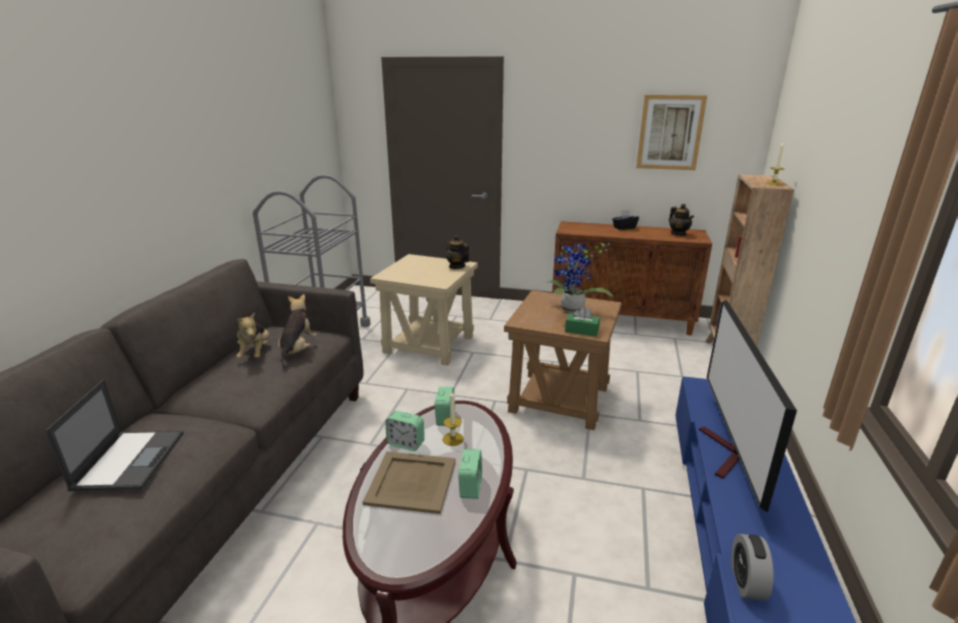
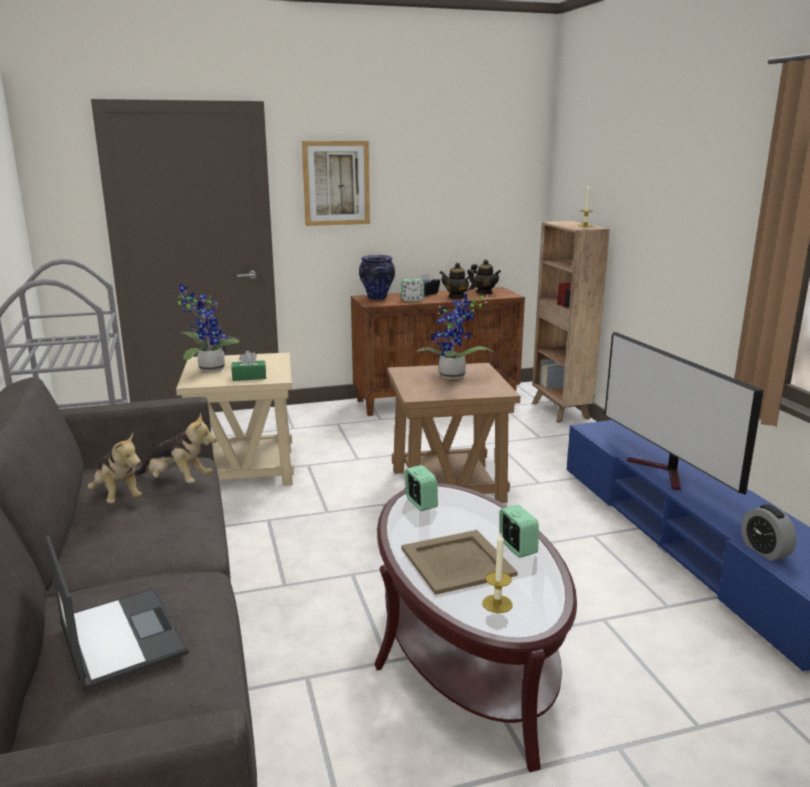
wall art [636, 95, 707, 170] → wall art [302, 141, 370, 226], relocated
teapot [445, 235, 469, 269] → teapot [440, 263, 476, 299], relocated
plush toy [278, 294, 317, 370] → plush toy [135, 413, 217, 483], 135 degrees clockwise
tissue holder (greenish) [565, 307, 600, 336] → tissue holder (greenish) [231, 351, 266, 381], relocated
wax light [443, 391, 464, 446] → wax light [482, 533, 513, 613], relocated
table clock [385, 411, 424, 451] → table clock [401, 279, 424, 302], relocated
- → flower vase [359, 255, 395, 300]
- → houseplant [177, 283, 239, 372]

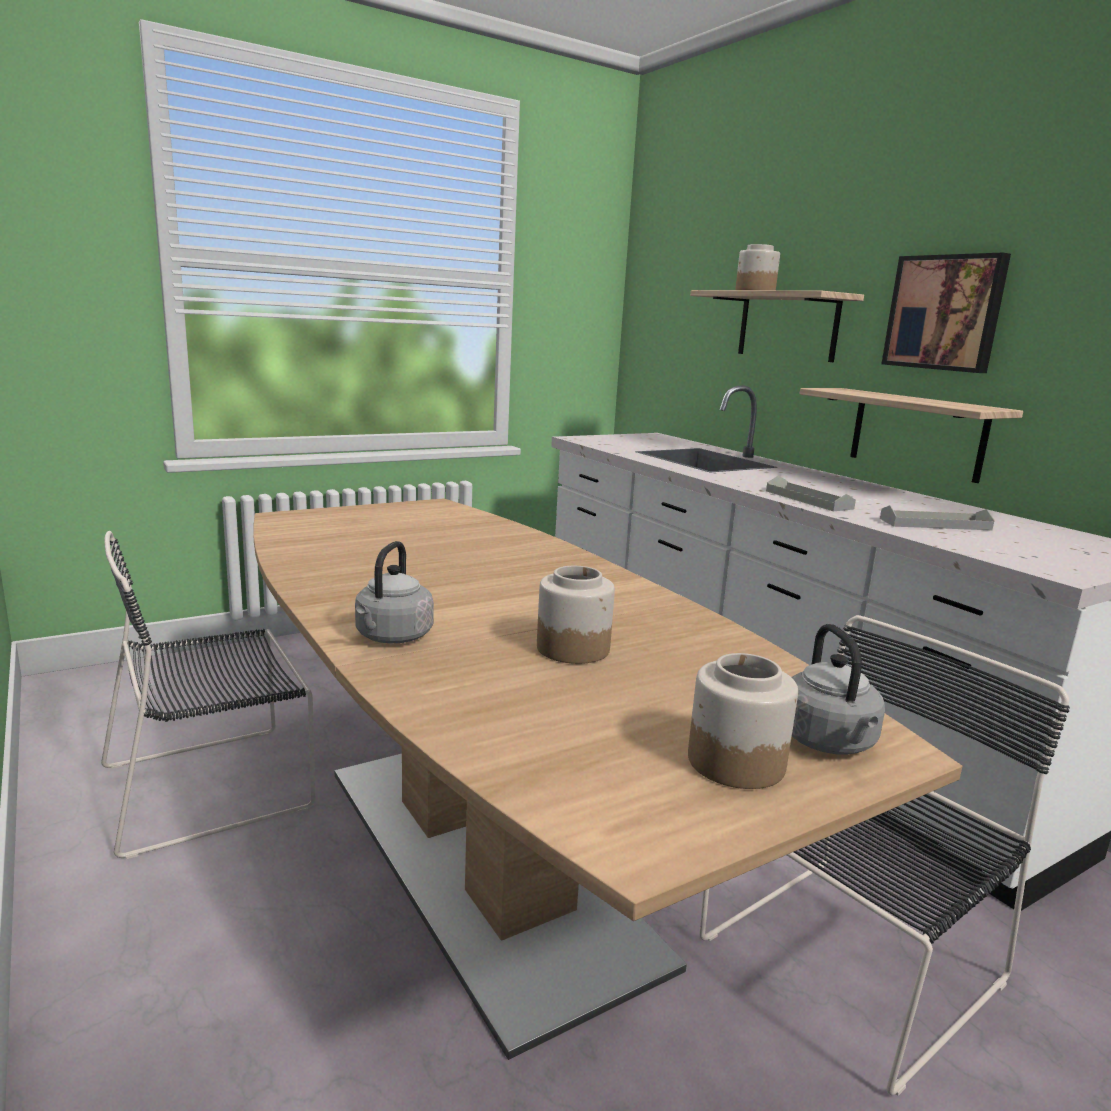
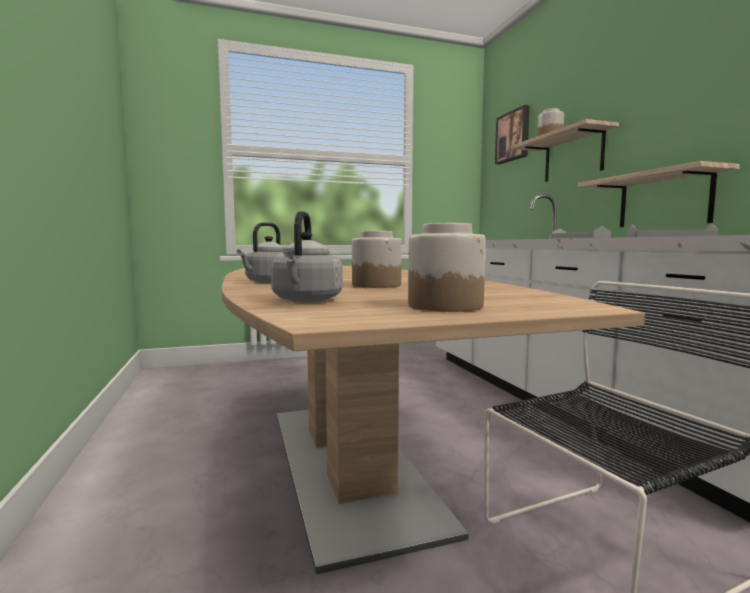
wall art [882, 253, 1011, 373] → wall art [495, 105, 530, 164], relocated
chair (black-coloured) [101, 531, 315, 859] → -
tea kettle (grey) [791, 624, 885, 755] → tea kettle (grey) [271, 211, 343, 302], relocated

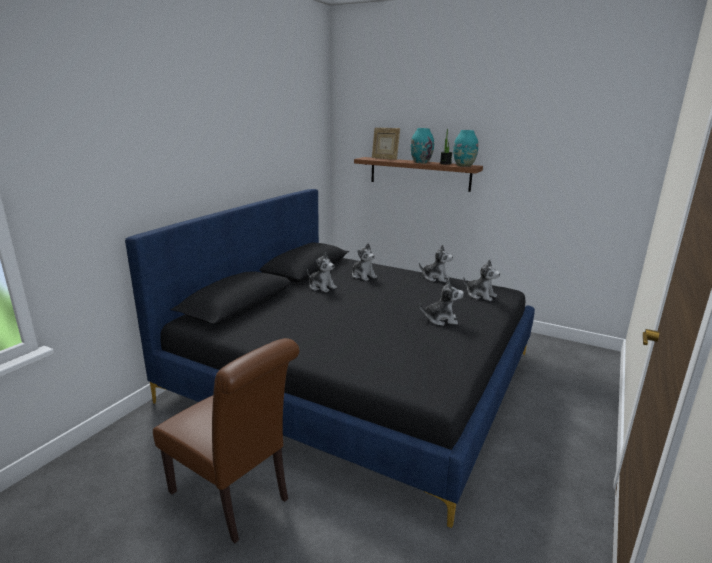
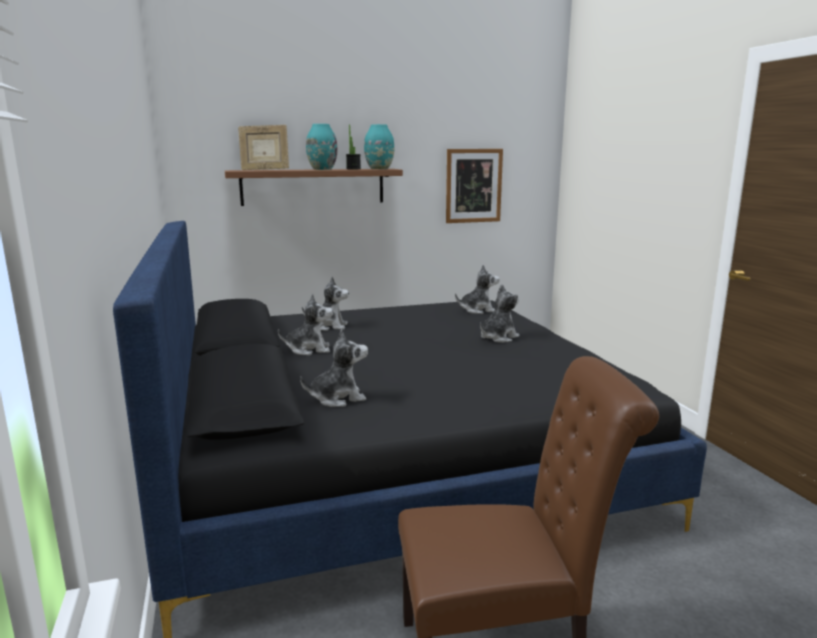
plush toy [419, 245, 453, 282] → plush toy [300, 329, 368, 407], relocated
- → wall art [446, 149, 503, 223]

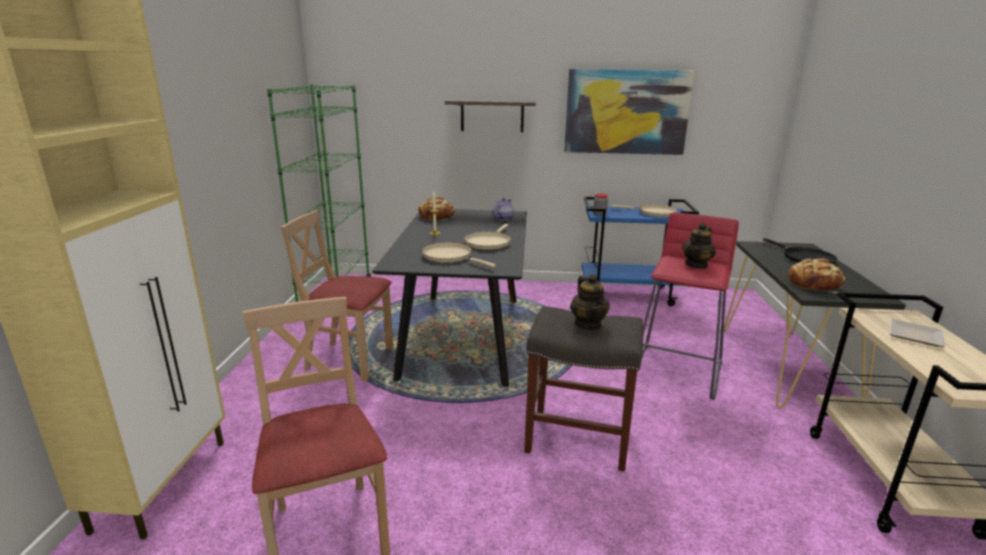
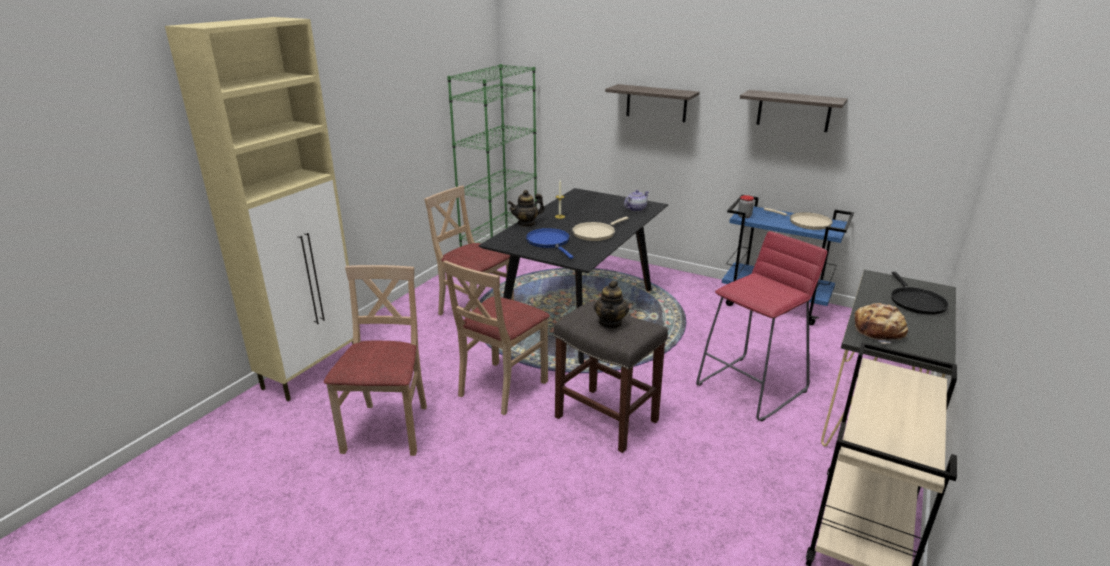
wall art [564, 69, 695, 155] → wall shelf [740, 90, 848, 132]
bakery bread [418, 197, 455, 221] → -
teapot [682, 223, 716, 269] → teapot [508, 190, 545, 227], relocated
frying pan (sand-coloured) [422, 242, 496, 268] → frying pan (bluish) [526, 228, 574, 259]
dinner plate [889, 319, 945, 347] → -
- → chair (sand-coloured) [443, 260, 550, 415]

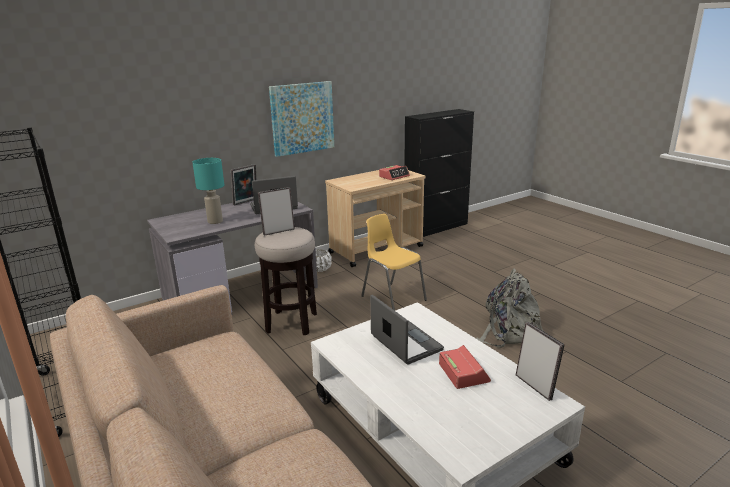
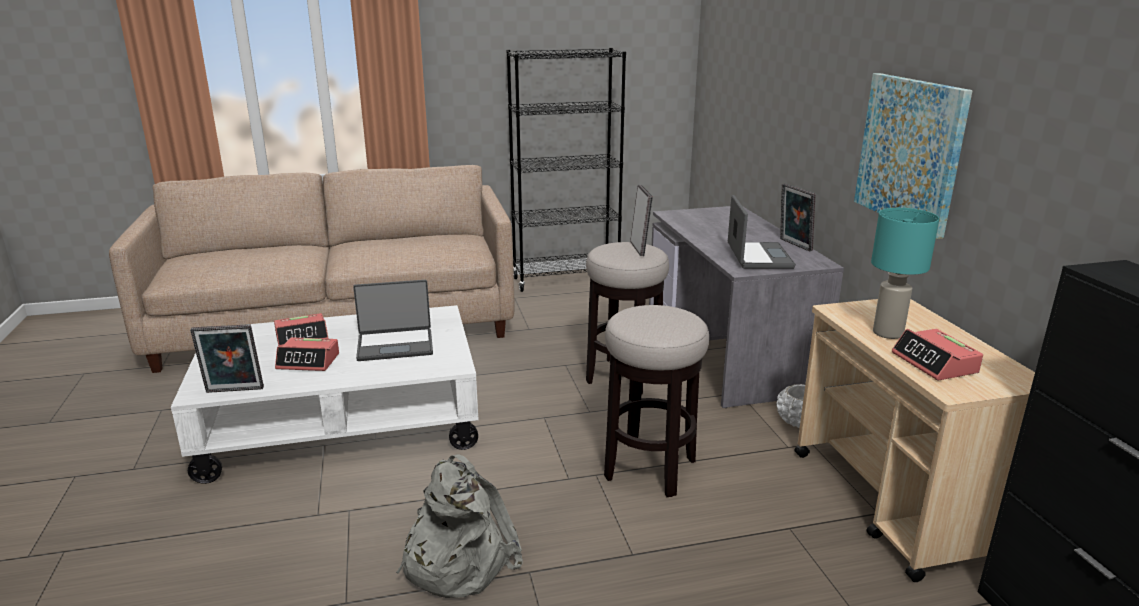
tabletop lamp (turquoise-coloured) [192, 158, 224, 224] → tabletop lamp (turquoise-coloured) [871, 208, 939, 339], relocated
chair (yellowish) [361, 214, 427, 311] → sitting stool [604, 305, 709, 497]
- → table clock [274, 313, 329, 346]

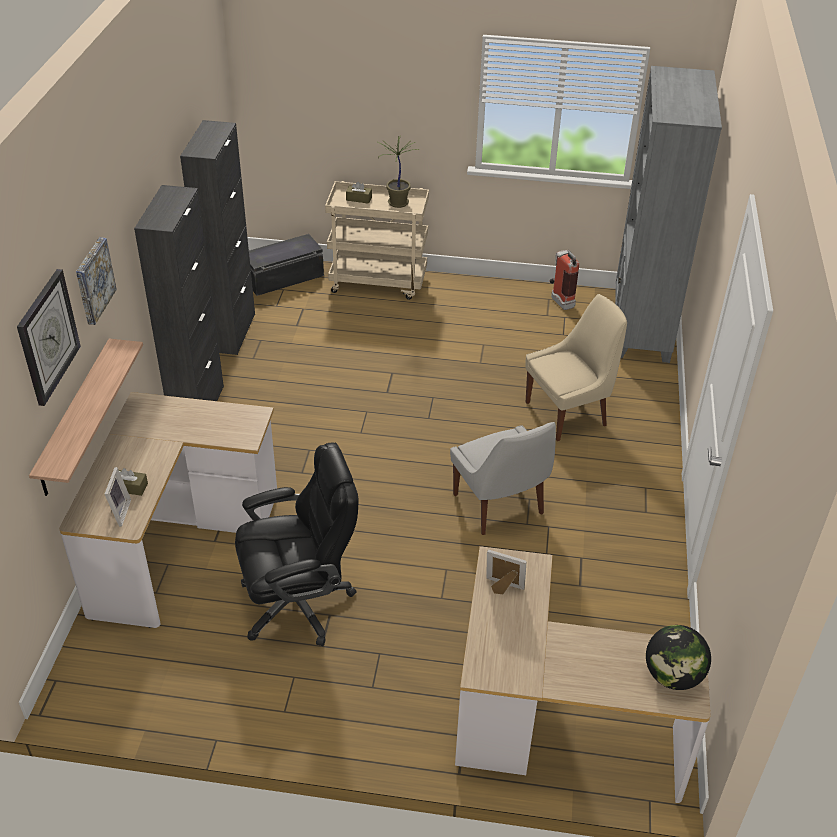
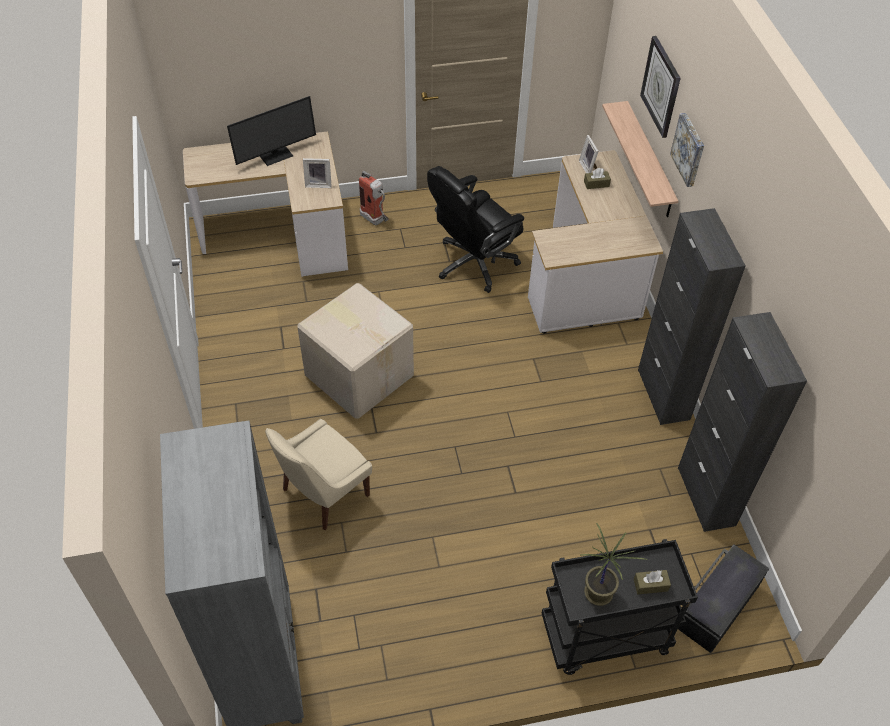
cart (sand-coloured) [325, 181, 429, 300] → cart (black-coloured) [542, 539, 698, 675]
extinguisher [550, 249, 579, 310] → extinguisher [359, 171, 389, 225], relocated
chair (white-coloured) [450, 422, 556, 535] → packing box [297, 283, 414, 419]
globe [646, 625, 711, 690] → -
- → monitor [227, 96, 316, 166]

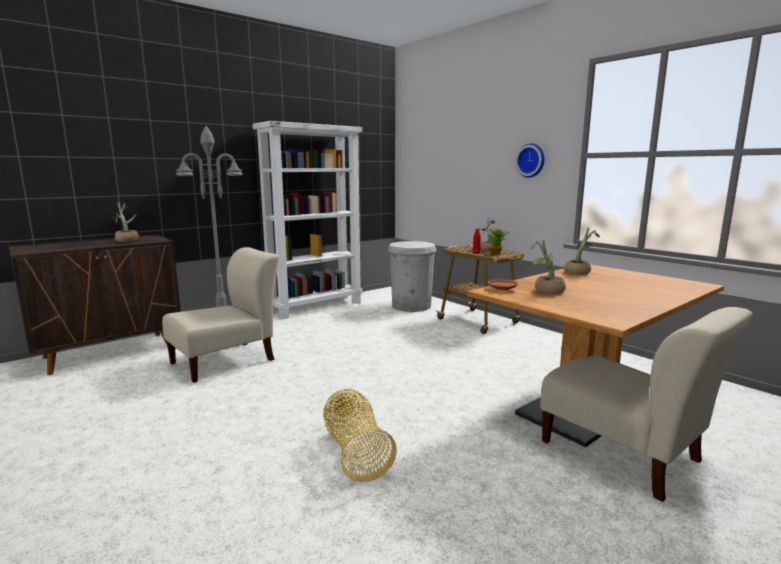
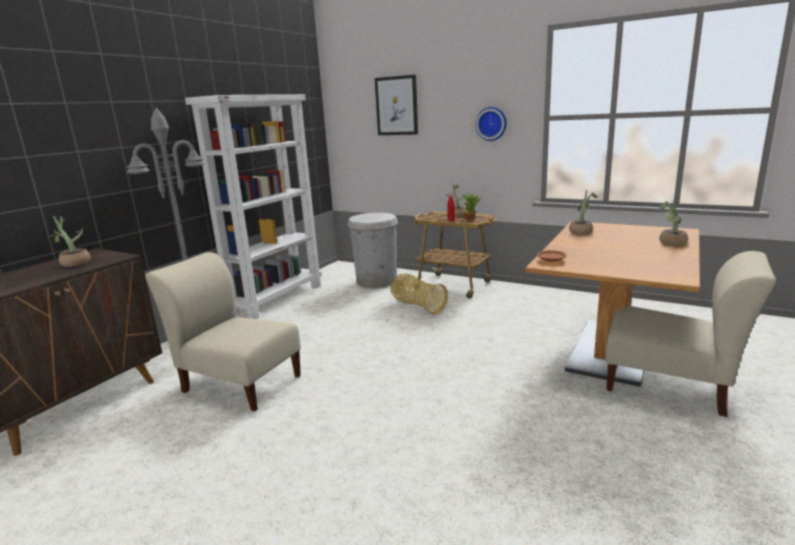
houseplant [530, 240, 566, 294] → houseplant [659, 200, 688, 246], relocated
chair (sand-coloured) [162, 247, 279, 383] → chair (sand-coloured) [145, 252, 301, 411], 90 degrees counterclockwise
storage basket [323, 389, 397, 482] → storage basket [391, 274, 448, 315], relocated
- → wall art [375, 75, 418, 135]

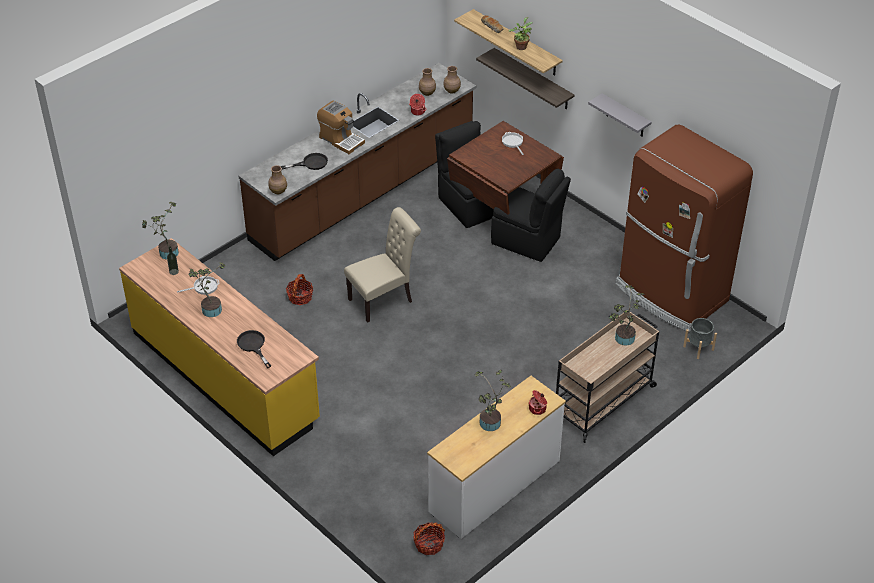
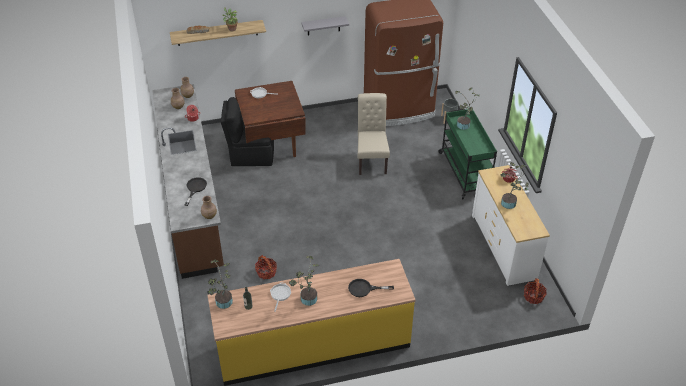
wall shelf [476, 48, 575, 109] → -
coffee maker [317, 101, 365, 154] → -
chair (black-coloured) [491, 169, 571, 262] → -
chair (sand-coloured) [344, 207, 421, 323] → chair (sand-coloured) [358, 93, 390, 175], relocated
cart (sand-coloured) [556, 312, 659, 443] → cart (greenish) [438, 109, 497, 199]

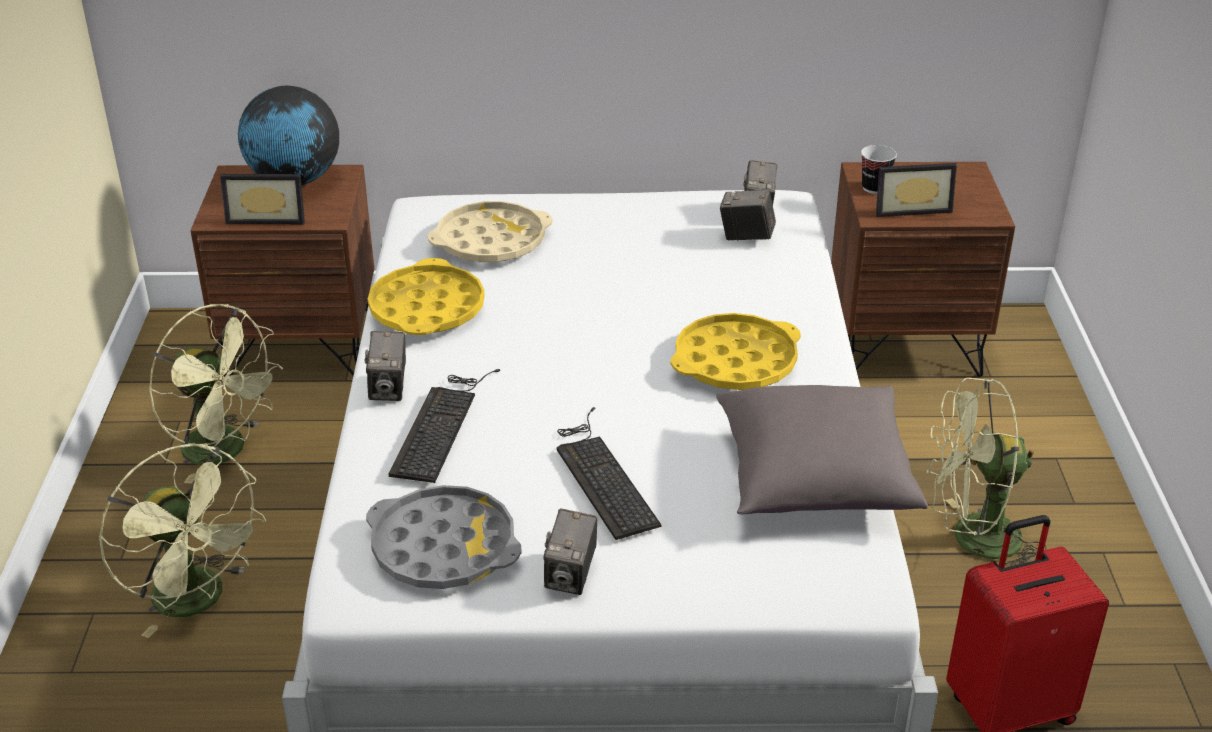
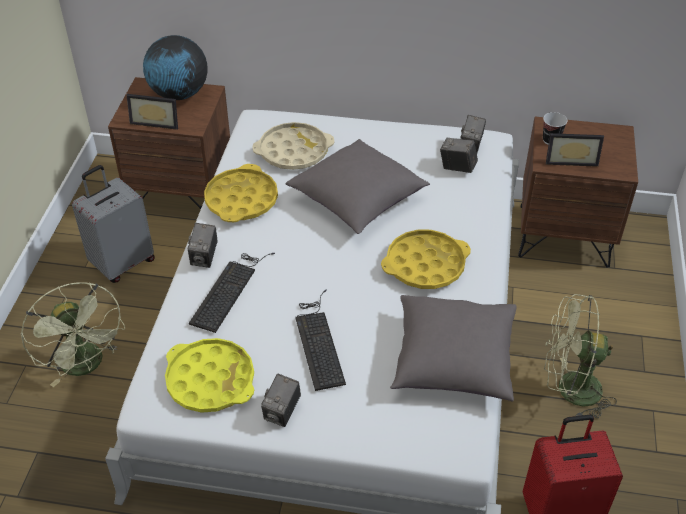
electric fan (greenish) [149, 304, 283, 484] → suitcase (grey) [72, 165, 155, 283]
tray (grey) [366, 485, 522, 589] → tray (yellowish) [165, 338, 254, 413]
- → throw pillow (grey) [285, 139, 430, 234]

